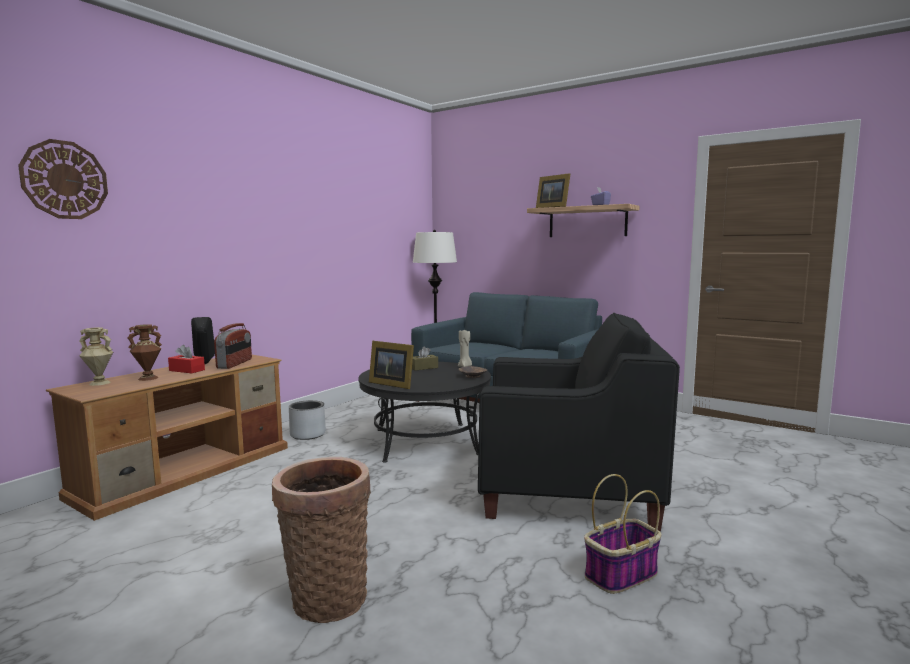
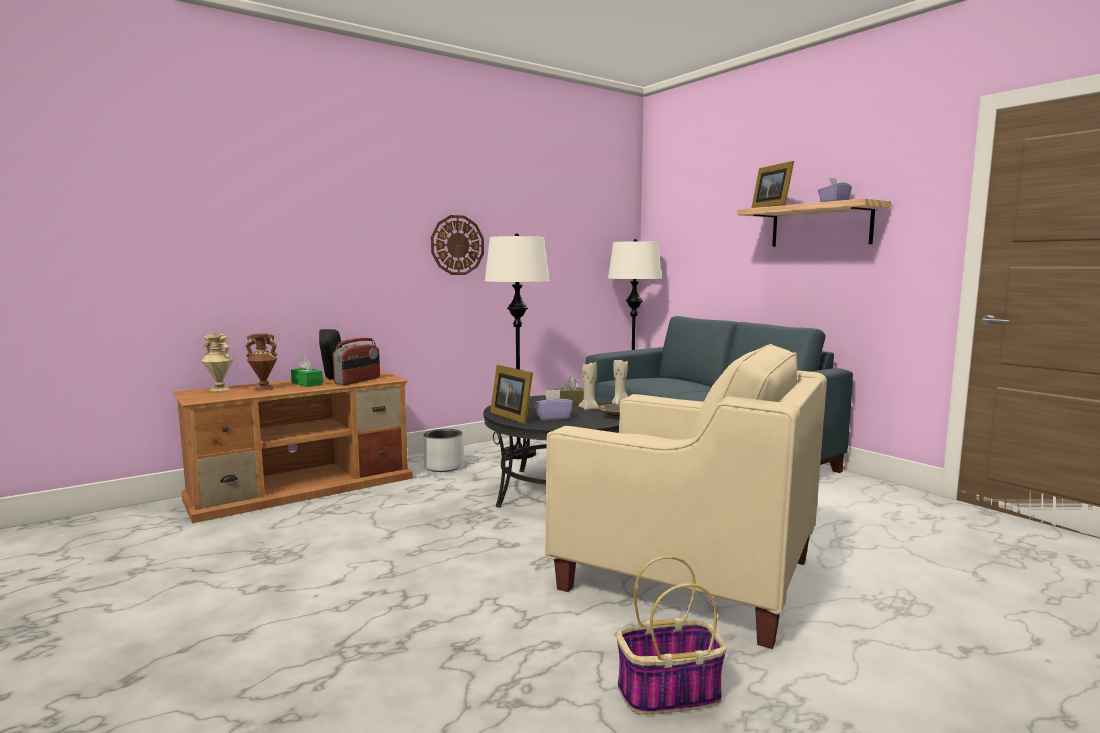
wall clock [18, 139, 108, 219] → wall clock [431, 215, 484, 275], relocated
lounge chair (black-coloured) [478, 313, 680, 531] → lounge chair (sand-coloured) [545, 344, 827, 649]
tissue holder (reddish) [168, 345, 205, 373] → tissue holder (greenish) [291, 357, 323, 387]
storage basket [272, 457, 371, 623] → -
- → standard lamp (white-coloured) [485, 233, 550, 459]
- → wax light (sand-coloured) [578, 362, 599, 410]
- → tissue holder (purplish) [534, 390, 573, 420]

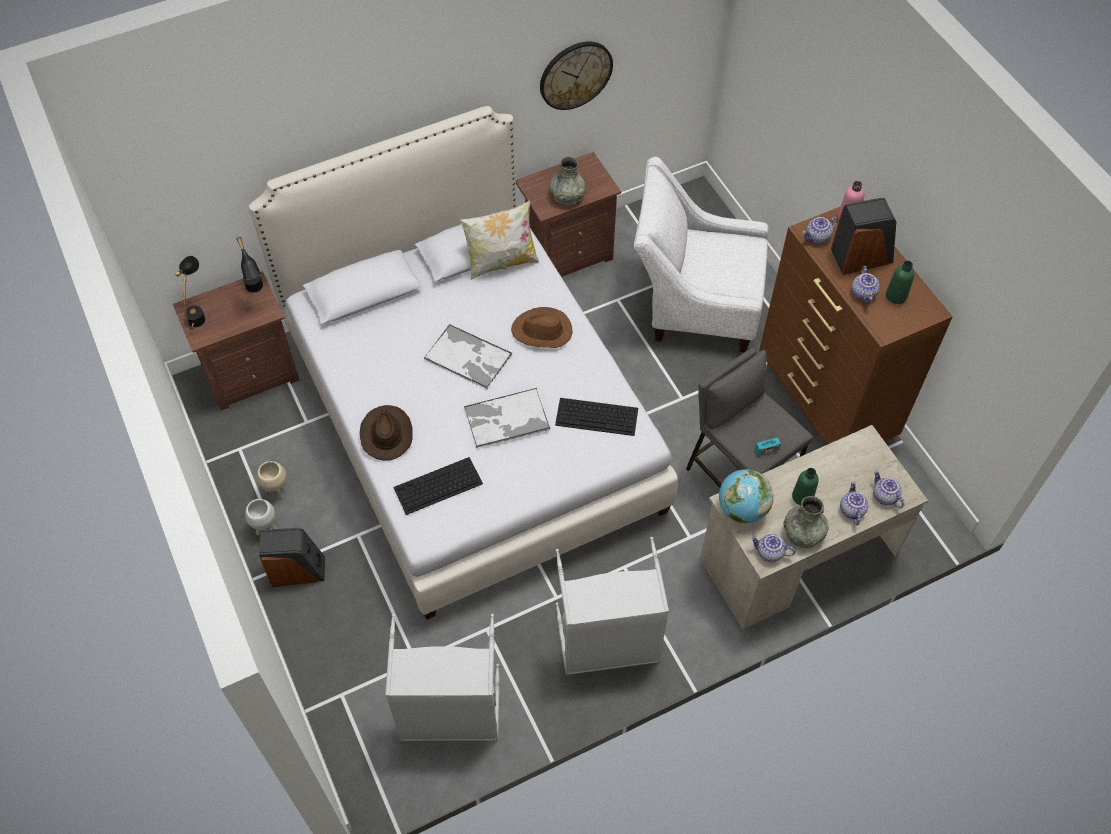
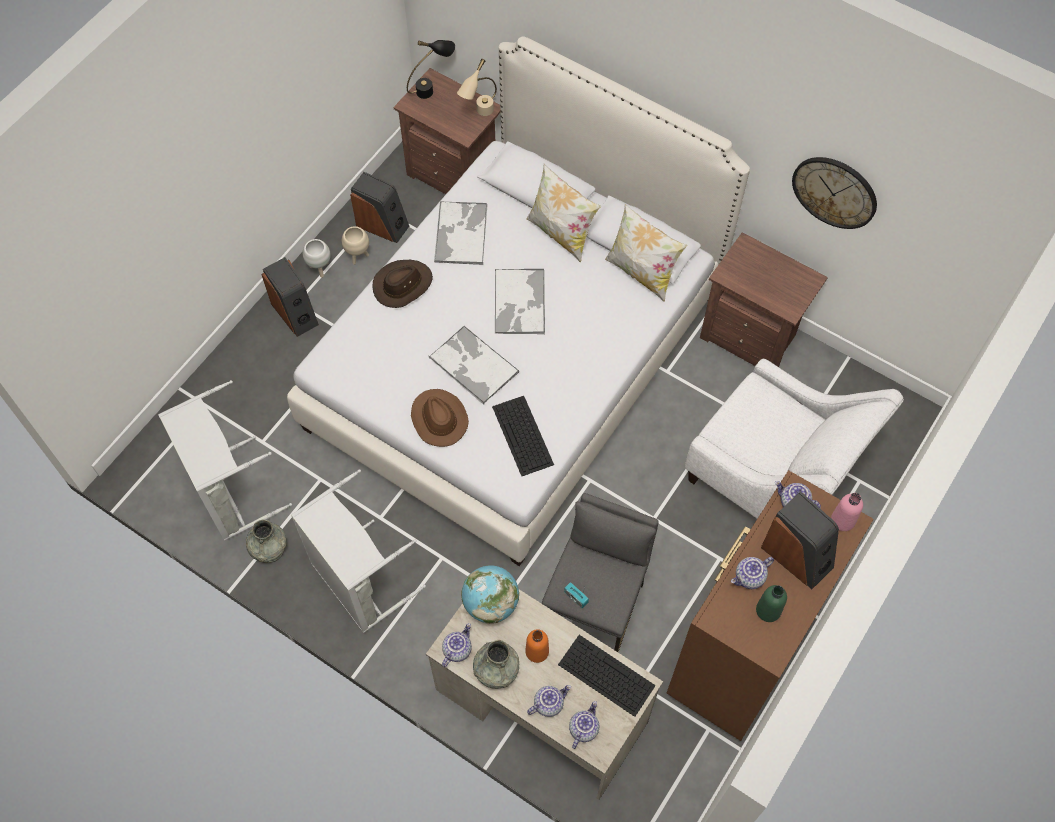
flower vase (grey) [550, 157, 585, 206] → flower vase (grey) [246, 520, 287, 563], relocated
lounge chair (white-coloured) [634, 157, 768, 352] → lounge chair (white-coloured) [685, 359, 904, 519], 150 degrees clockwise
tabletop lamp (black-coloured) [236, 237, 263, 292] → tabletop lamp (sand-coloured) [457, 59, 497, 116]
hat (brown-coloured) [511, 307, 573, 348] → hat (brown-coloured) [411, 389, 469, 447], relocated
PC keyboard [393, 457, 483, 515] → PC keyboard [558, 635, 656, 717], relocated
drink bottle (greenish) [792, 468, 819, 505] → drink bottle (orange-coloured) [525, 629, 549, 663]
teapot [750, 534, 795, 562] → teapot [442, 623, 472, 667], 45 degrees clockwise
- → throw pillow [526, 164, 601, 262]
- → loudspeaker [350, 172, 409, 243]
- → tray [434, 201, 488, 265]

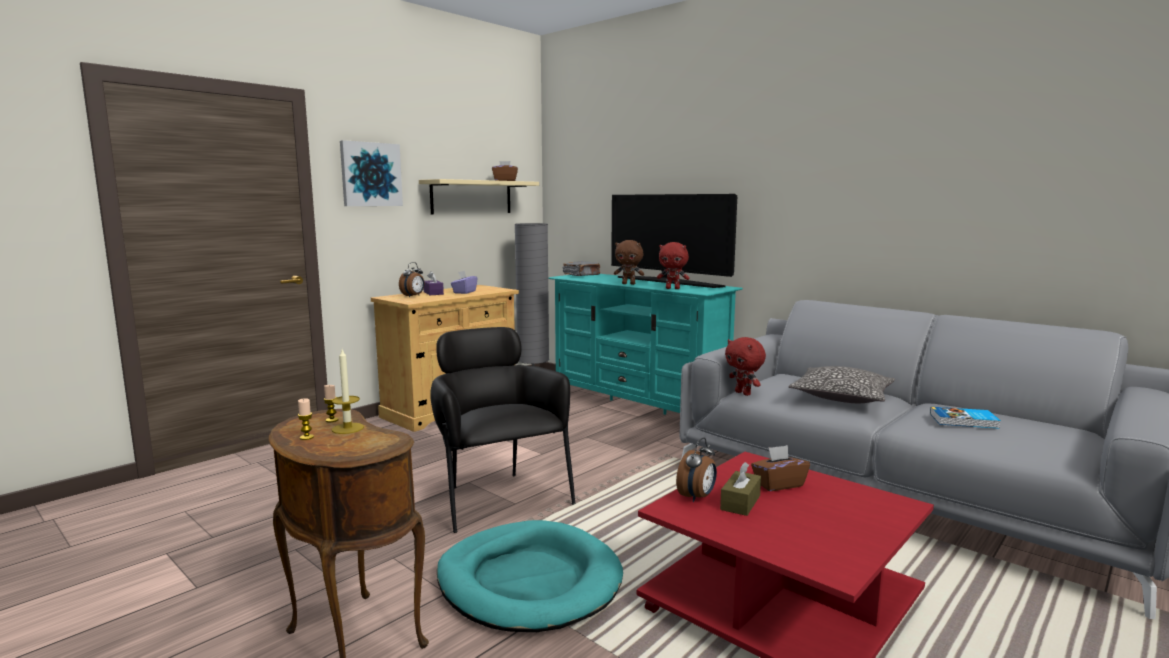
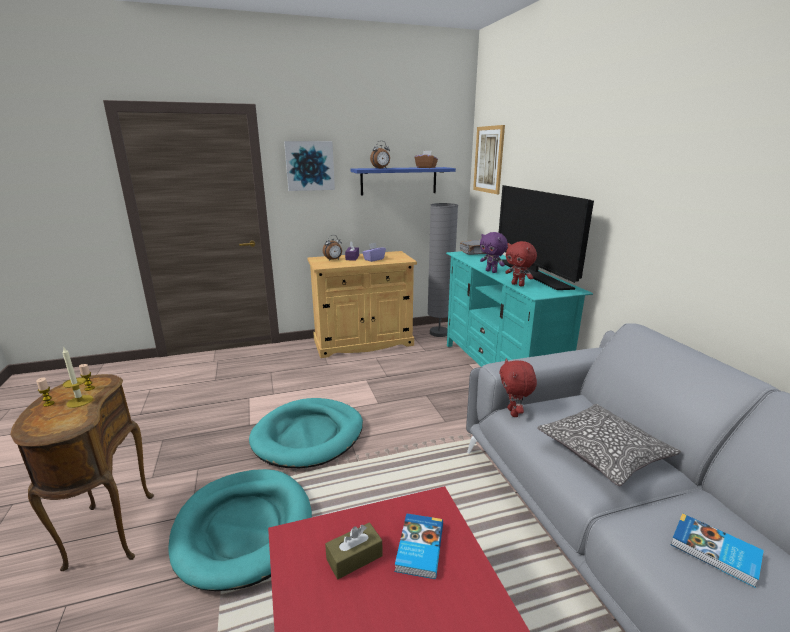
wall shelf (sand-coloured) [419, 179, 539, 214] → wall shelf (bluish) [351, 167, 456, 196]
plush toy (brown-coloured) [614, 240, 644, 285] → plush toy (purplish) [480, 232, 508, 273]
lounge chair (black-coloured) [430, 327, 576, 533] → dog bed (turquoise-coloured) [249, 398, 363, 468]
table clock [676, 438, 717, 502] → table clock [370, 141, 390, 169], relocated
tissue holder (brown-coloured) [751, 445, 810, 491] → book [395, 513, 443, 579]
- → wall art [473, 125, 505, 194]

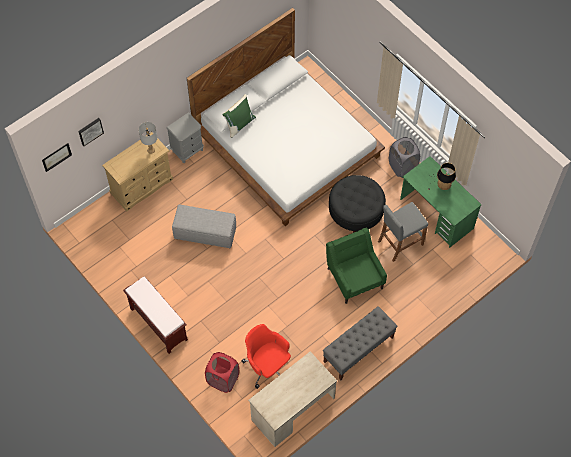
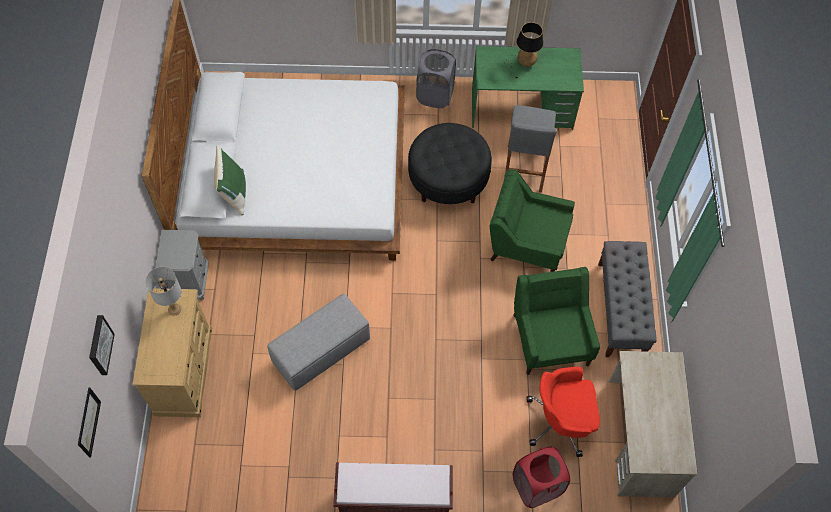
- → lounge chair (greenish) [513, 267, 600, 375]

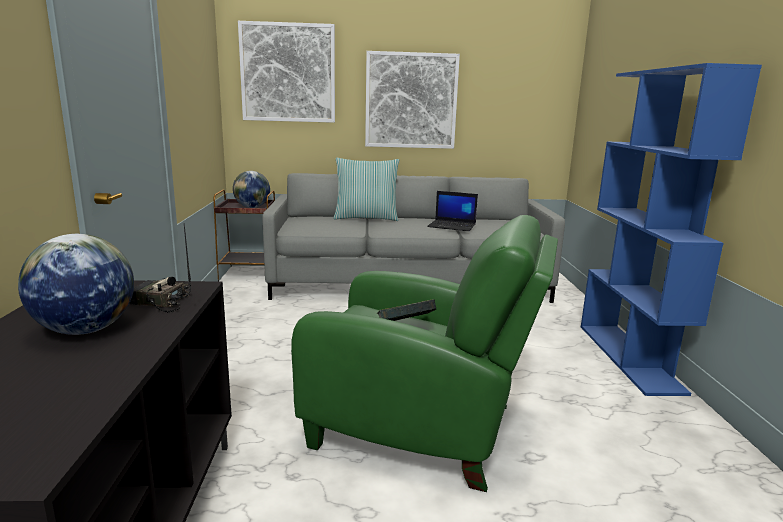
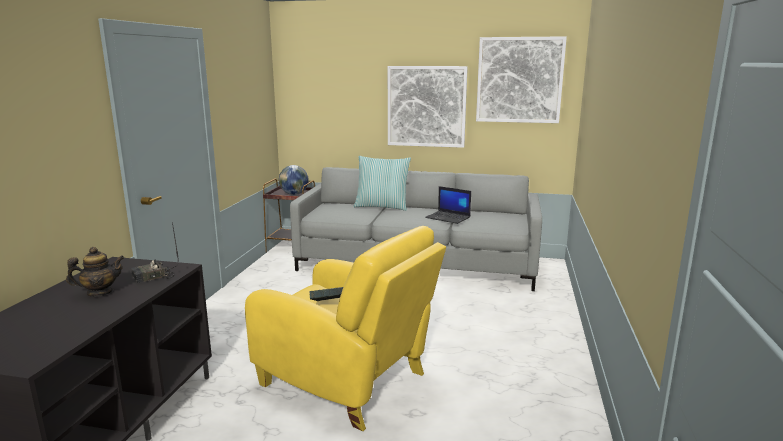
wall art [238, 21, 335, 123] → wall art [476, 36, 567, 123], relocated
bookcase (bluish) [581, 63, 762, 396] → -
lounge chair (greenish) [291, 215, 558, 492] → lounge chair (yellowish) [245, 226, 446, 431]
radio set [129, 223, 191, 313] → radio set [131, 222, 179, 283], 60 degrees counterclockwise
globe [18, 234, 134, 335] → teapot [66, 247, 124, 296]

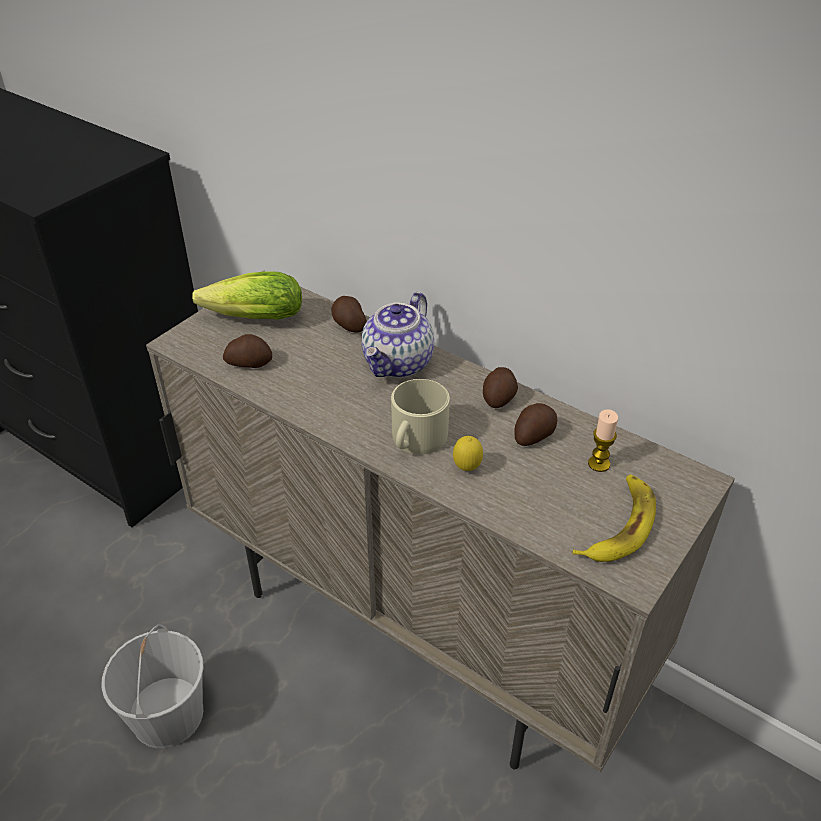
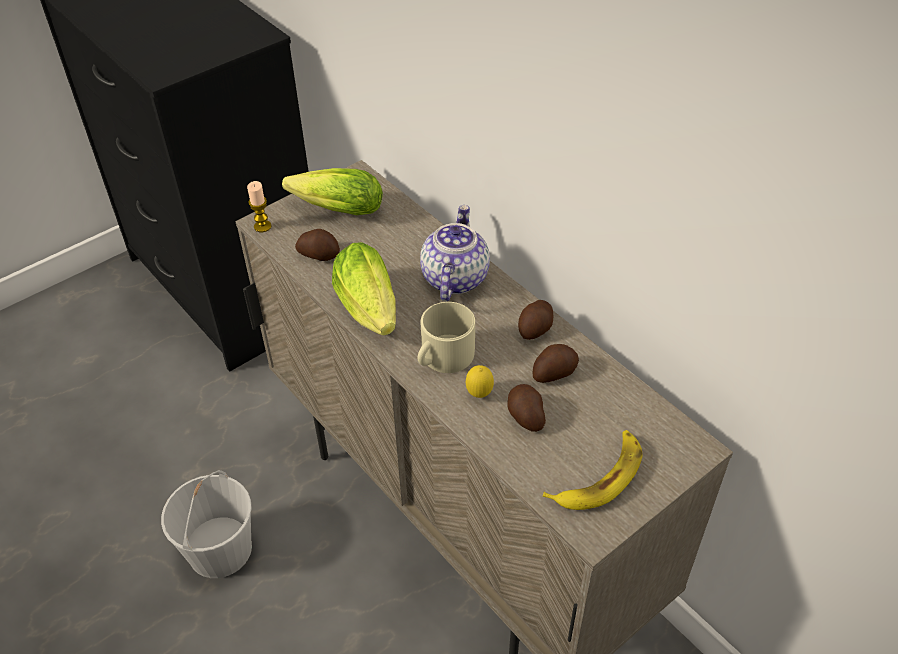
teapot [362, 292, 434, 378] → teapot [420, 205, 490, 301], 150 degrees clockwise
whole potato [331, 296, 367, 333] → whole potato [508, 384, 546, 432], relocated
wax light [588, 409, 618, 472] → wax light [247, 181, 271, 232], relocated
- → lettuce [332, 242, 396, 335]

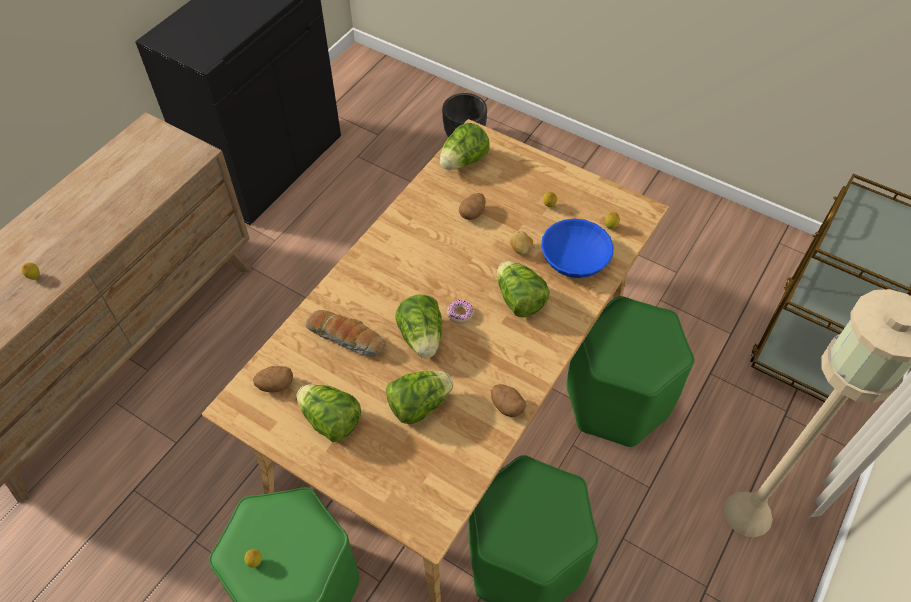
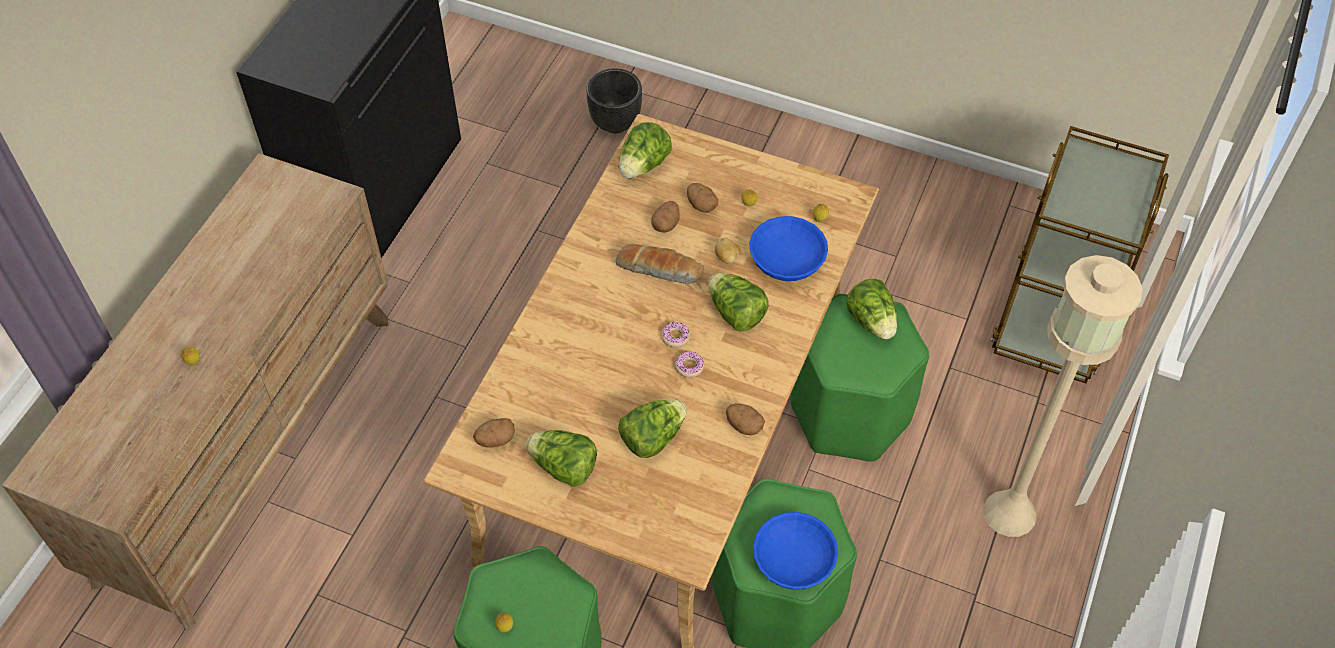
lettuce [395, 294, 442, 358] → lettuce [847, 278, 897, 339], relocated
bakery bread [305, 310, 386, 357] → bakery bread [616, 244, 704, 284], relocated
- → whole potato [687, 183, 718, 213]
- → ring doughnut [675, 351, 704, 378]
- → deep dish (bluish) [753, 512, 838, 590]

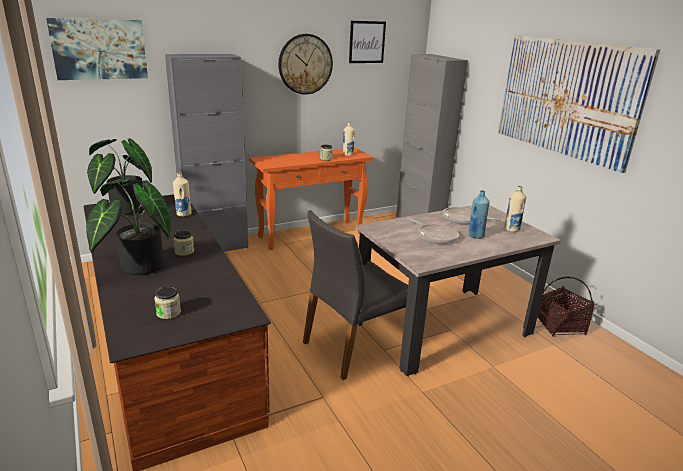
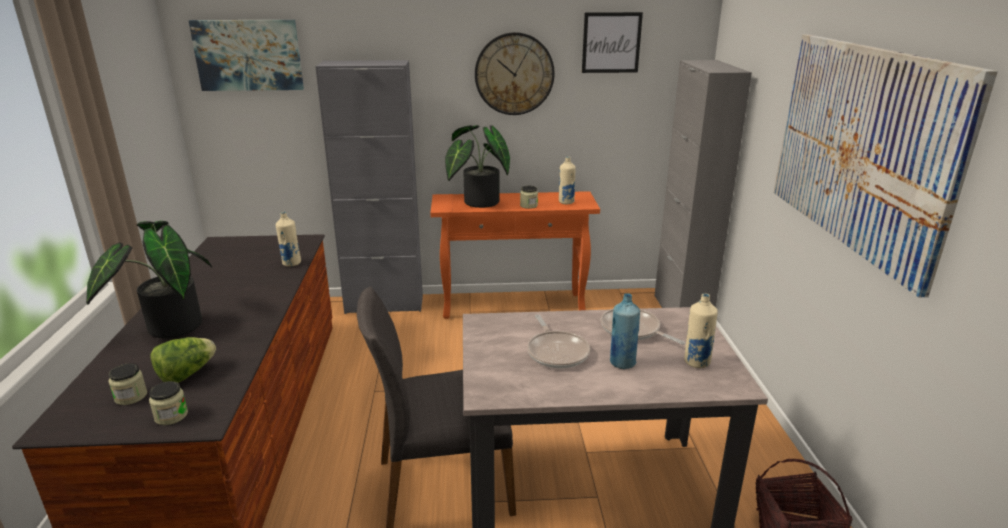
houseplant [87, 138, 152, 215] → houseplant [445, 125, 510, 208], relocated
preserve jar [173, 230, 194, 256] → preserve jar [149, 381, 188, 425], relocated
- → lettuce [150, 337, 216, 383]

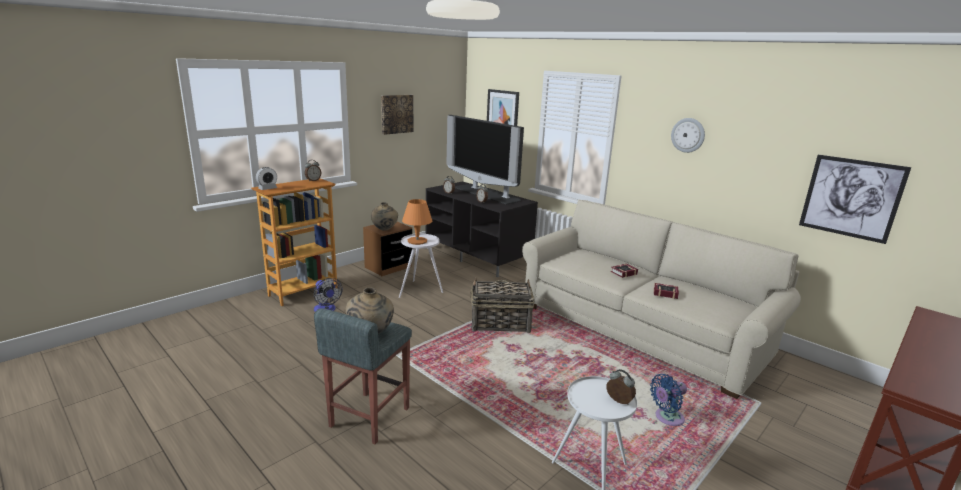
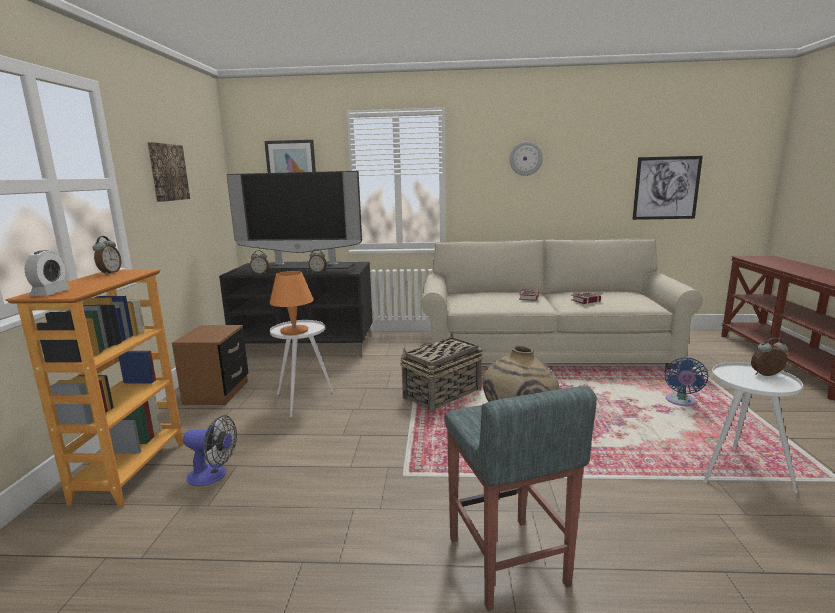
flower vase (sand-coloured) [371, 202, 398, 231] → -

